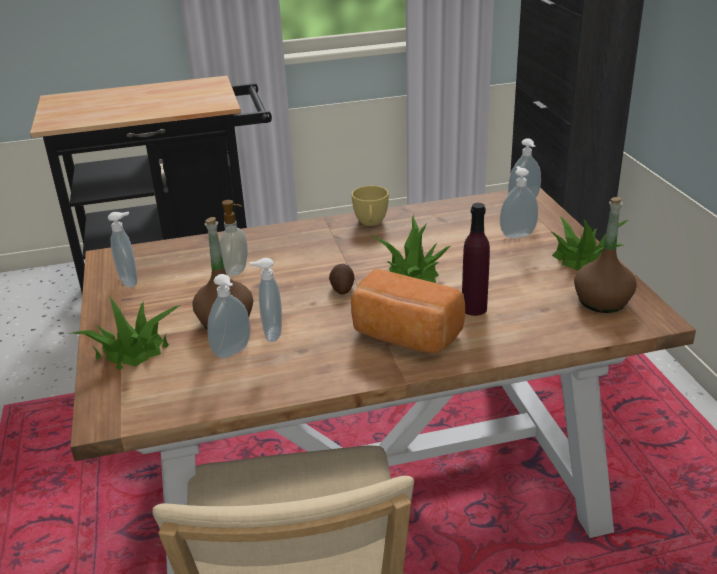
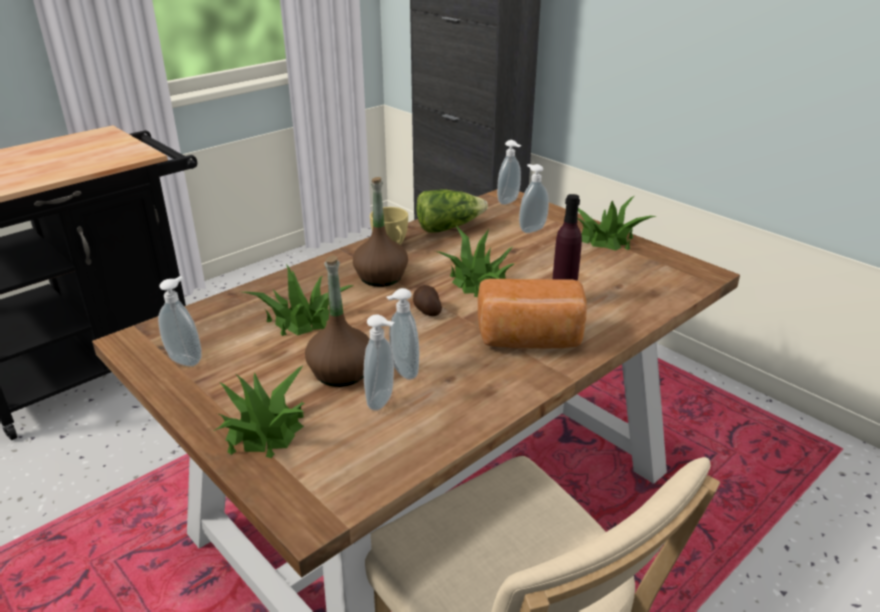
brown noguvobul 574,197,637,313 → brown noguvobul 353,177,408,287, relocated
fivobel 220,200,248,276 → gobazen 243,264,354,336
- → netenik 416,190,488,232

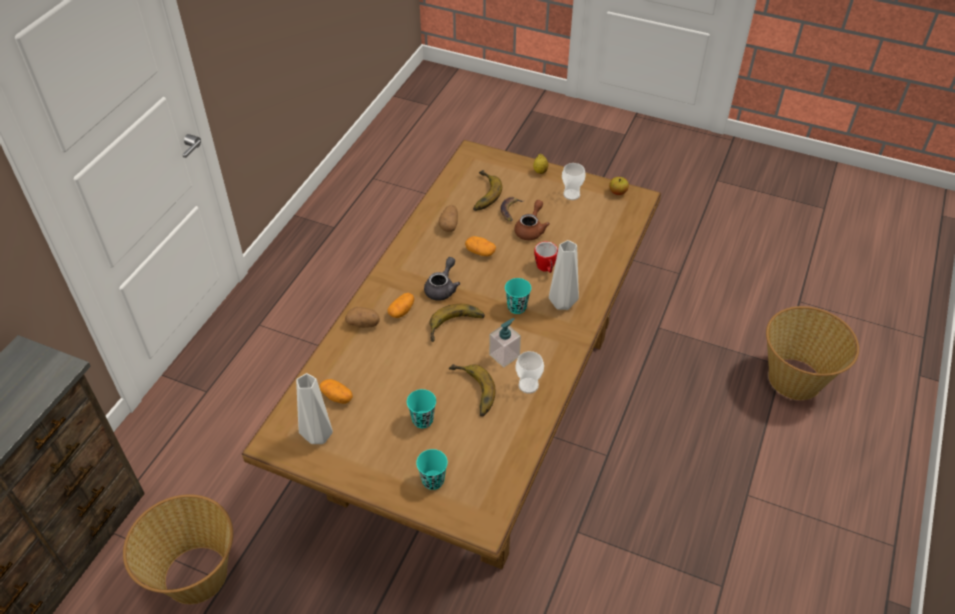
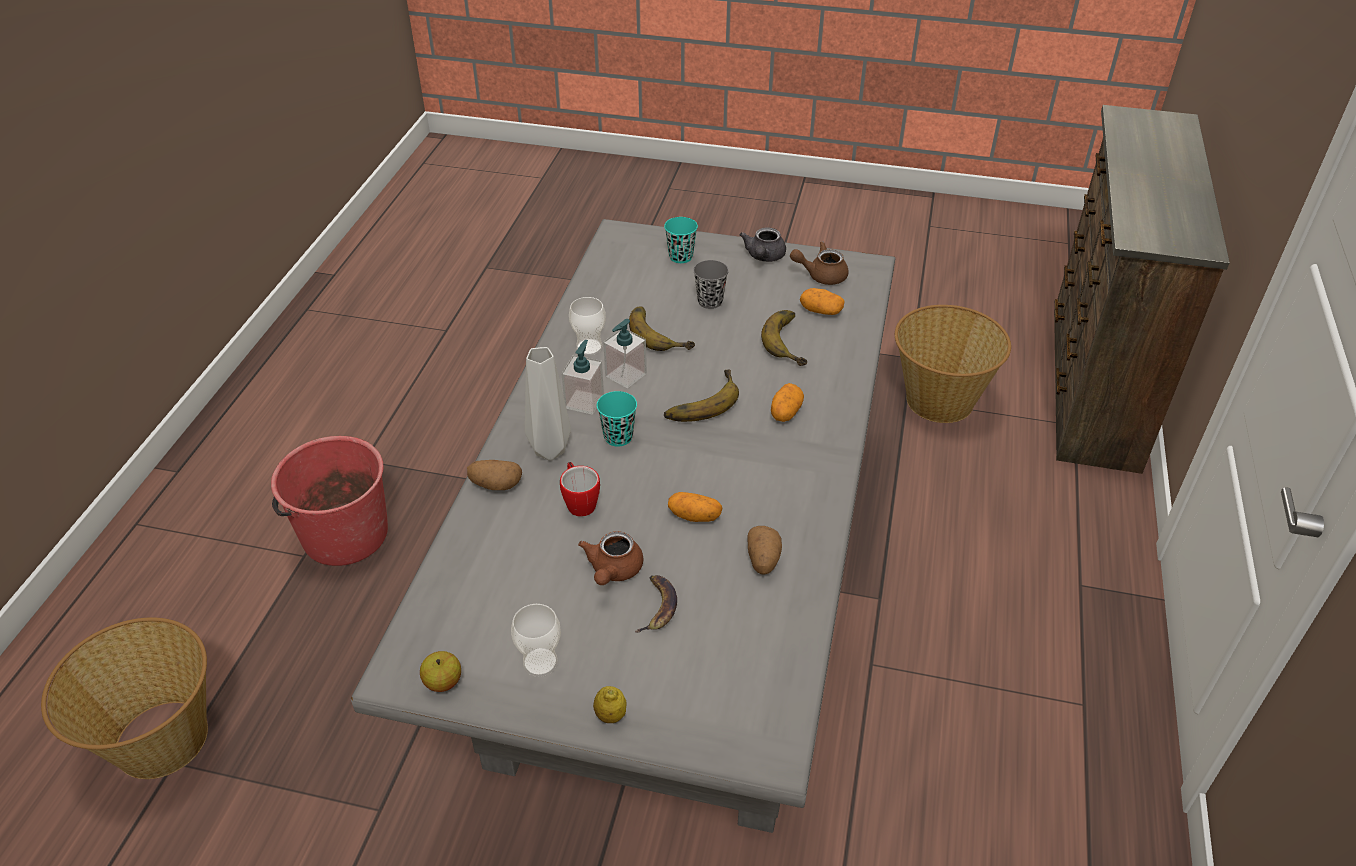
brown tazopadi 242,140,661,569 → grey tazopadi 351,219,896,833
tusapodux 473,170,502,211 → tusapodux 761,310,807,366, relocated
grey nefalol 424,257,460,301 → grey nefalol 740,227,786,262, relocated
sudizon 345,307,380,328 → sudizon 467,460,522,490, relocated
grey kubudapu 296,373,333,444 → brown nefalol 790,241,849,285
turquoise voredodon 407,389,436,428 → grey voredodon 693,260,729,309
- → fivobel 562,340,604,415
- → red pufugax 271,436,388,566

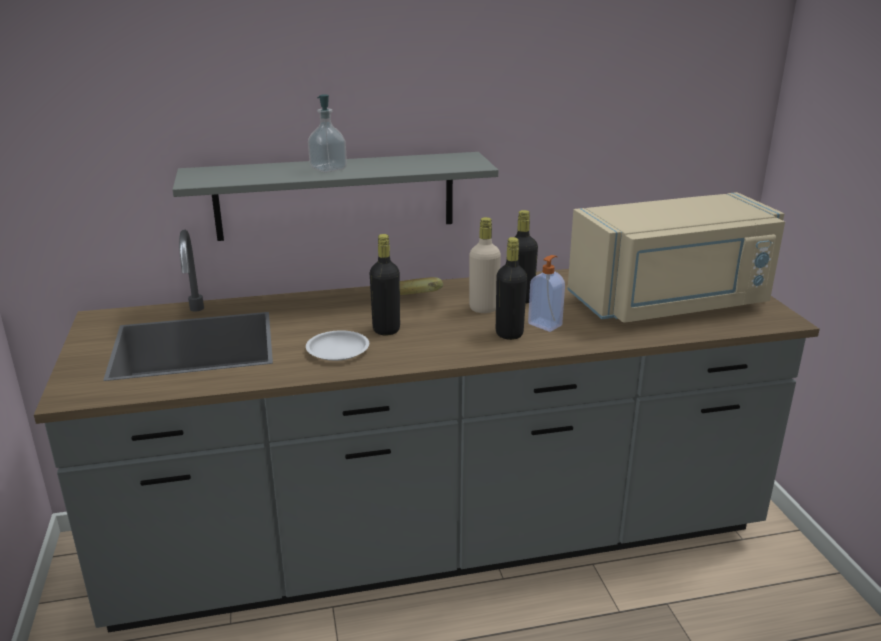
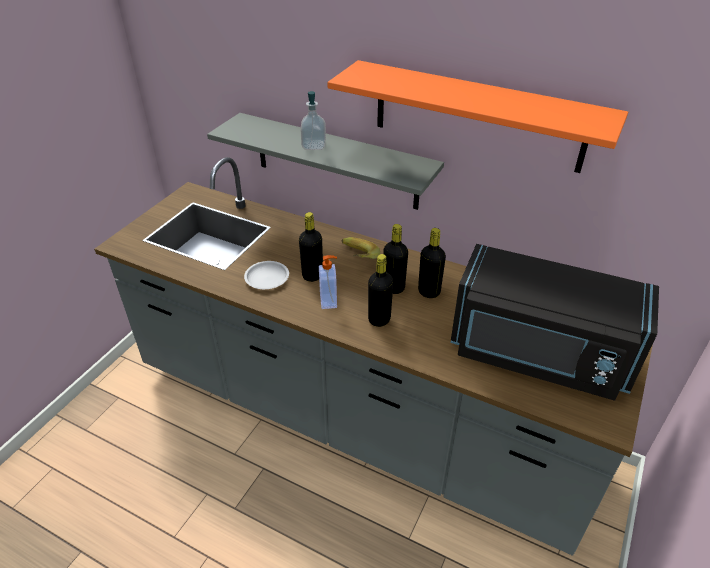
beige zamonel 568,192,785,323 → black zamonel 451,244,659,401
beige noguvobul 469,217,501,313 → black noguvobul 383,224,408,294
fivobel 528,255,565,332 → fivobel 319,255,337,309, relocated
- → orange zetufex 327,60,628,173

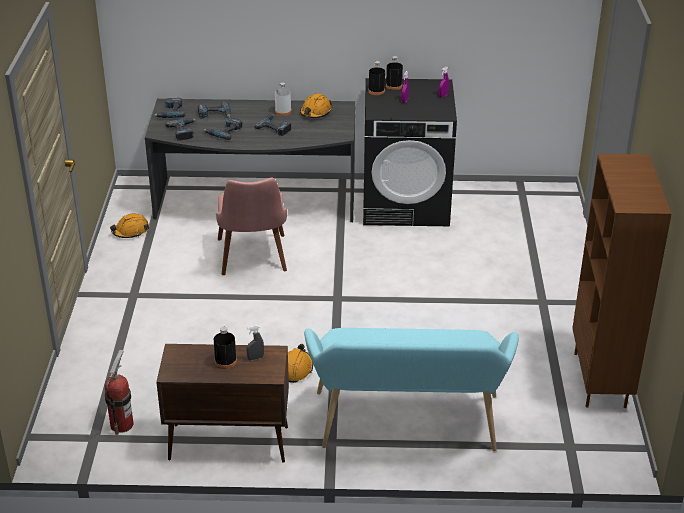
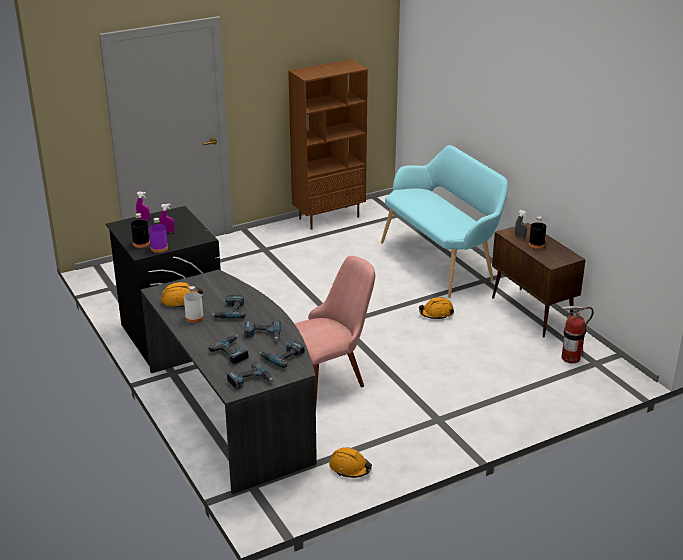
black noguvobul 368,61,385,95 → purple noguvobul 149,218,168,253

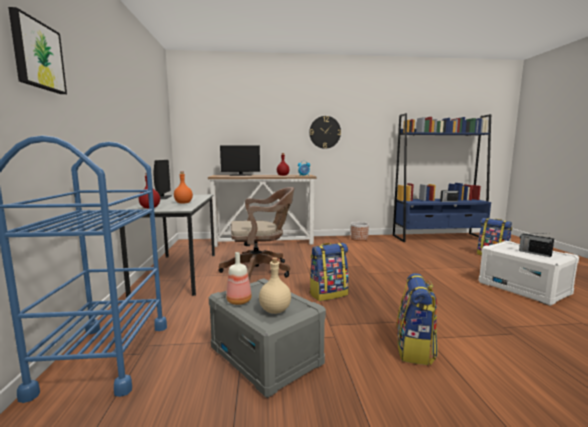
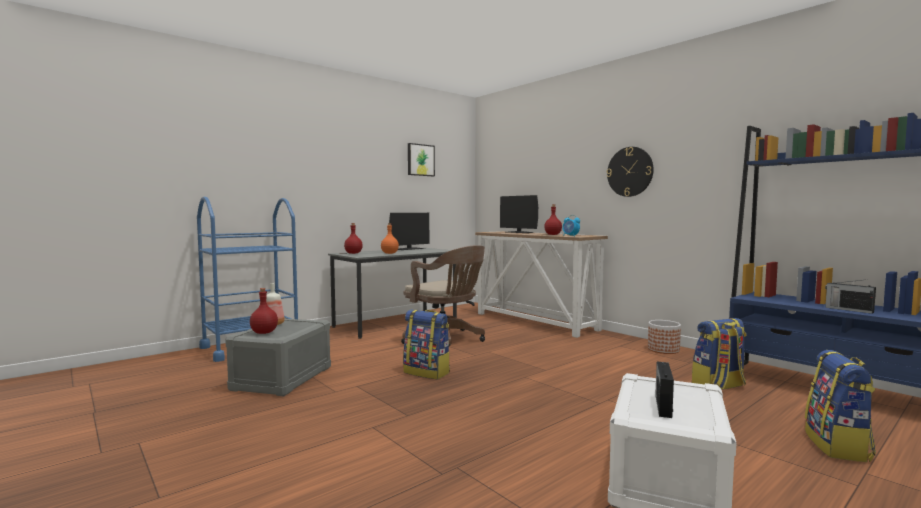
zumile 8,7,67,94 → zumile 408,143,435,176, relocated
beige noguvobul 259,257,291,314 → red noguvobul 250,288,278,334
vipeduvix 397,273,438,365 → vipeduvix 692,318,746,390, relocated

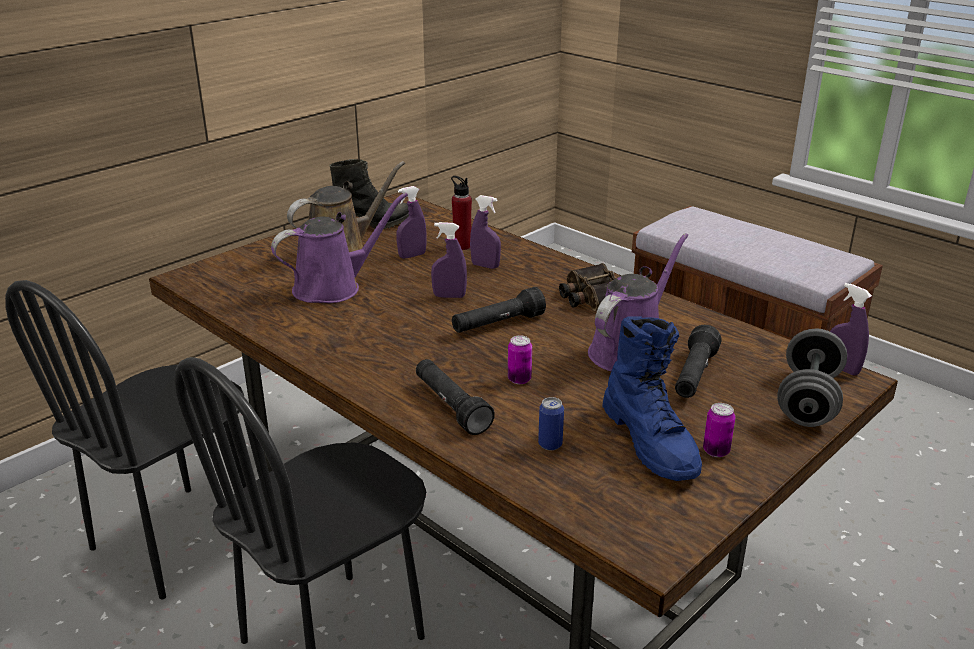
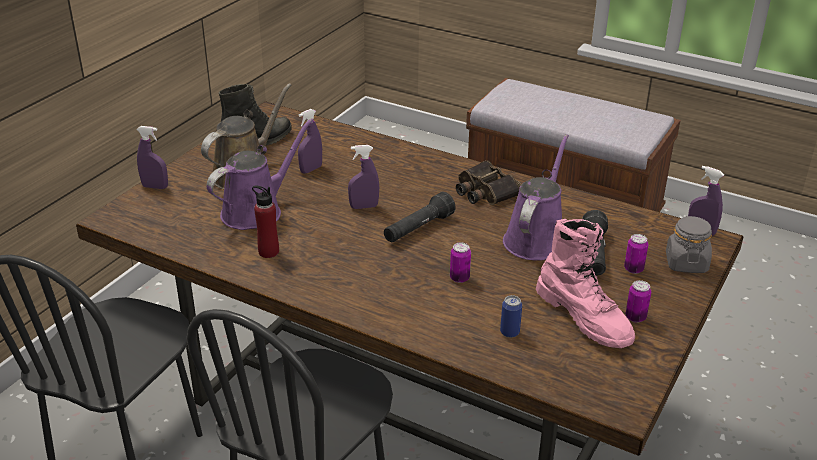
red noguvobul 451,176,472,250 → red noguvobul 252,186,279,258, relocated
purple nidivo 470,195,501,269 → purple nidivo 136,126,168,189, relocated
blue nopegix 603,316,702,481 → pink nopegix 536,219,635,348
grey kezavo 777,328,847,427 → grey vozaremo 666,216,712,273
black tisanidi 416,359,495,435 → -
- → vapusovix 624,234,648,274

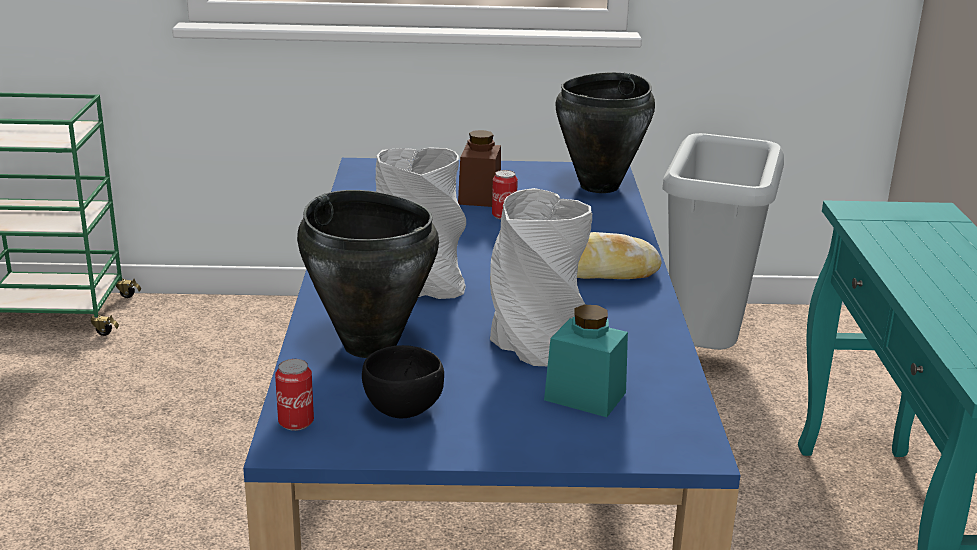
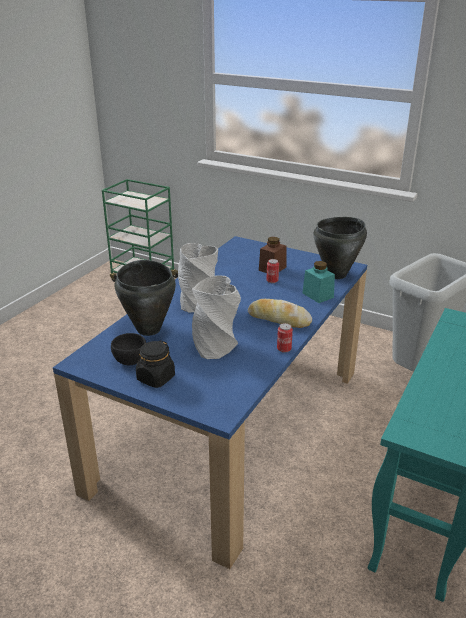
turquoise vozaremo 544,305,628,417 → turquoise vozaremo 302,261,335,303, relocated
vapusovix 275,359,314,431 → vapusovix 277,323,293,353, relocated
- → black vozaremo 136,340,175,388

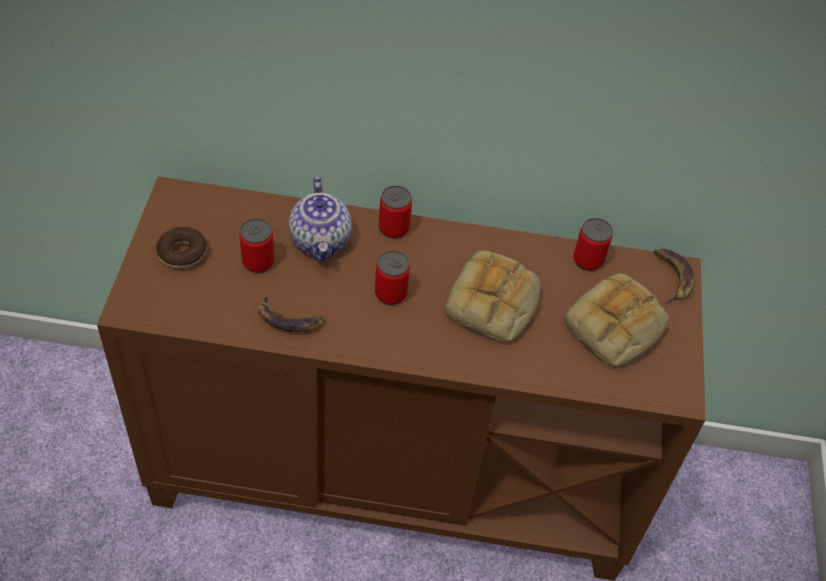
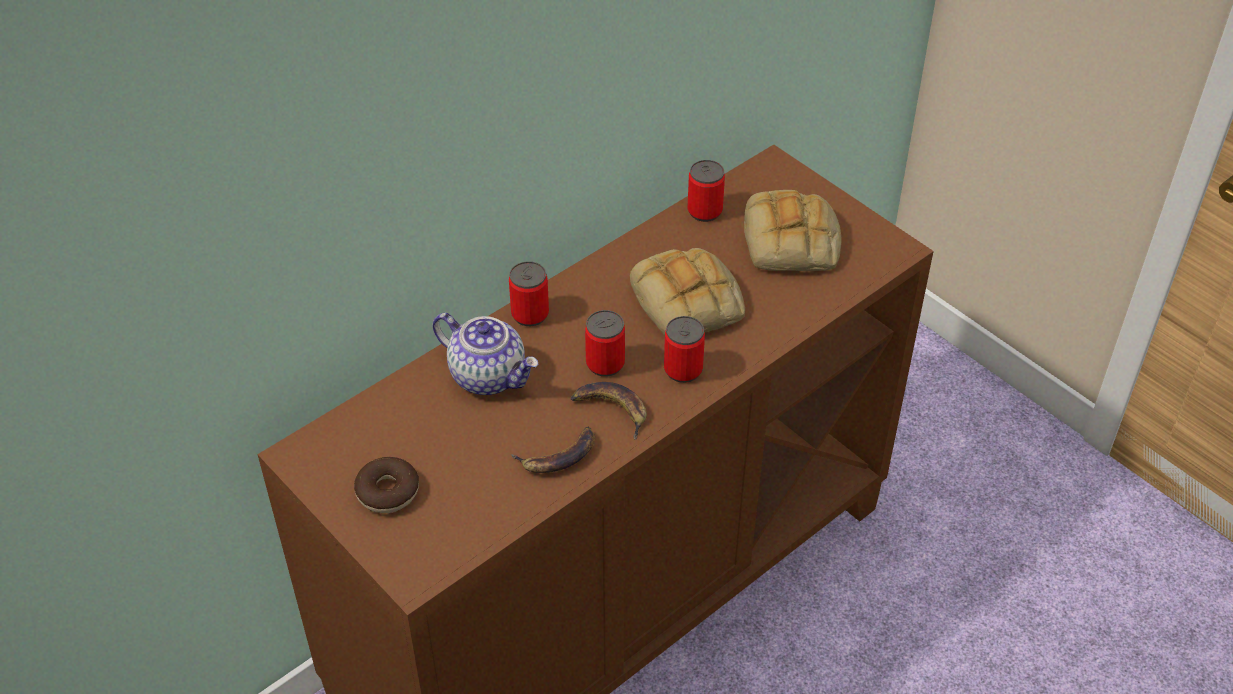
vapusovix 239,219,274,273 → vapusovix 664,316,705,383, relocated
tusapodux 654,249,695,304 → tusapodux 570,382,647,440, relocated

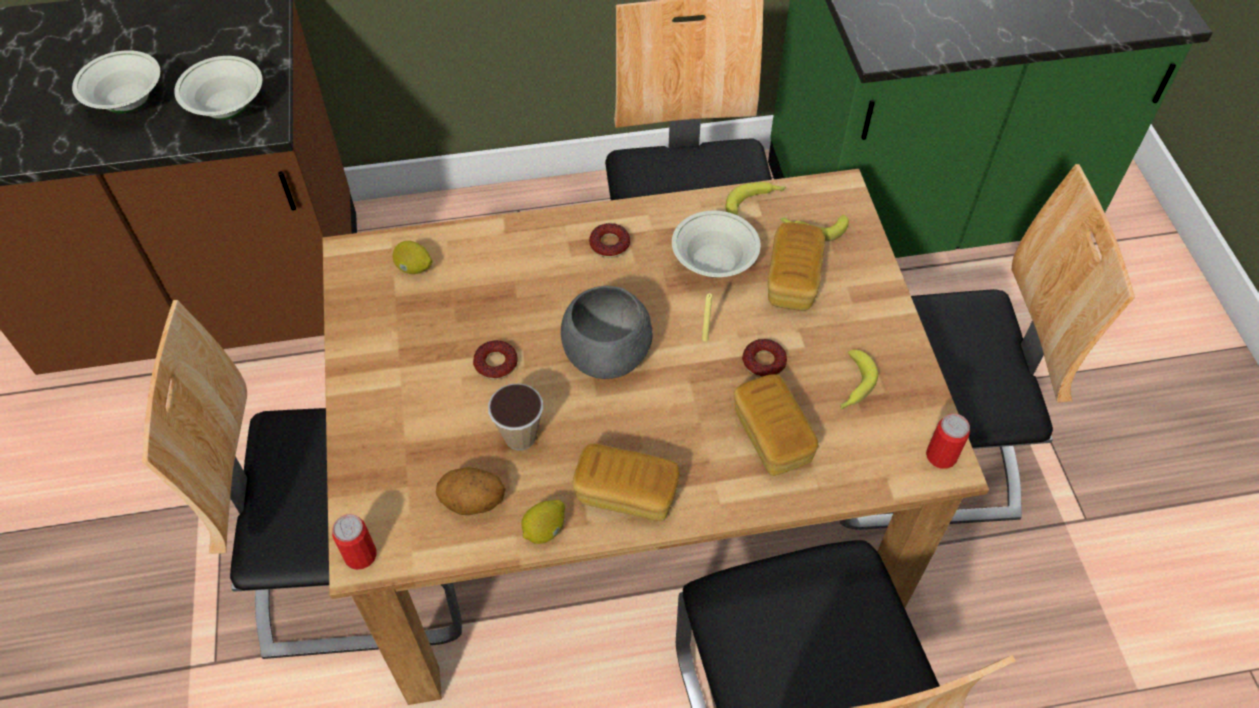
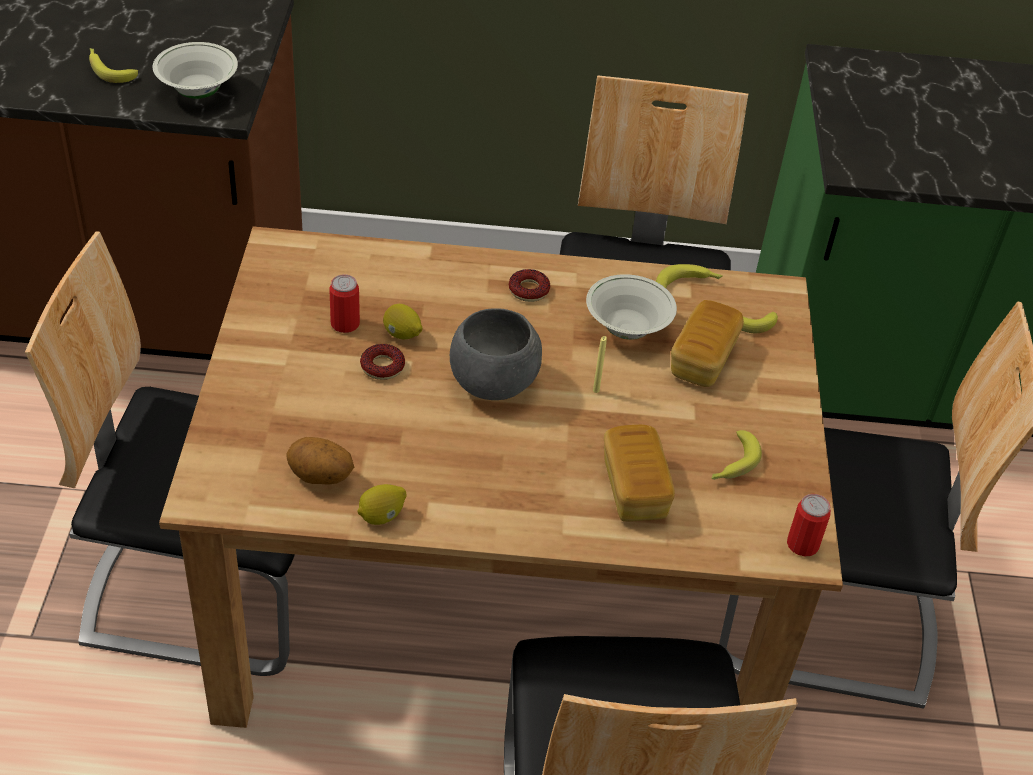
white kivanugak 72,50,160,113 → tusapodux 89,48,138,83
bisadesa 393,241,432,274 → bisadesa 383,304,422,339, relocated
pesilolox 742,339,787,377 → -
voredodon 488,383,543,450 → -
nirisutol 573,443,679,521 → -
vapusovix 332,514,377,570 → vapusovix 329,274,360,333, relocated

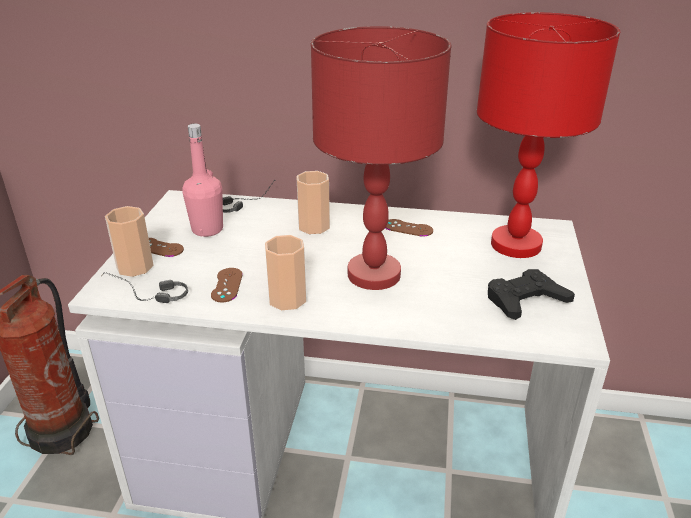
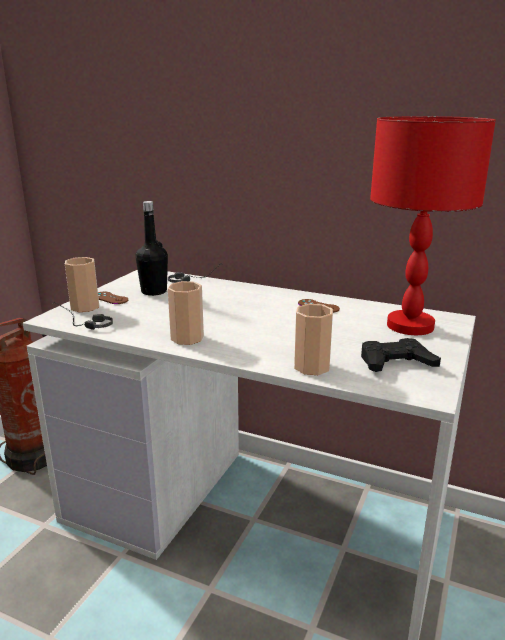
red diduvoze 311,26,451,290 → -
pink noguvobul 182,124,223,237 → black noguvobul 136,201,168,296
voredodon 296,171,330,234 → voredodon 294,304,333,375, relocated
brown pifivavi 211,268,243,302 → -

